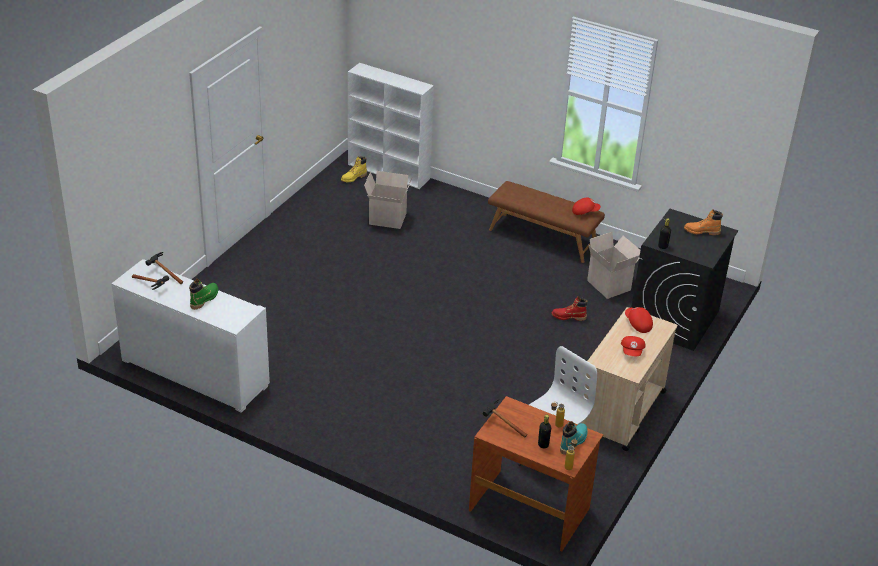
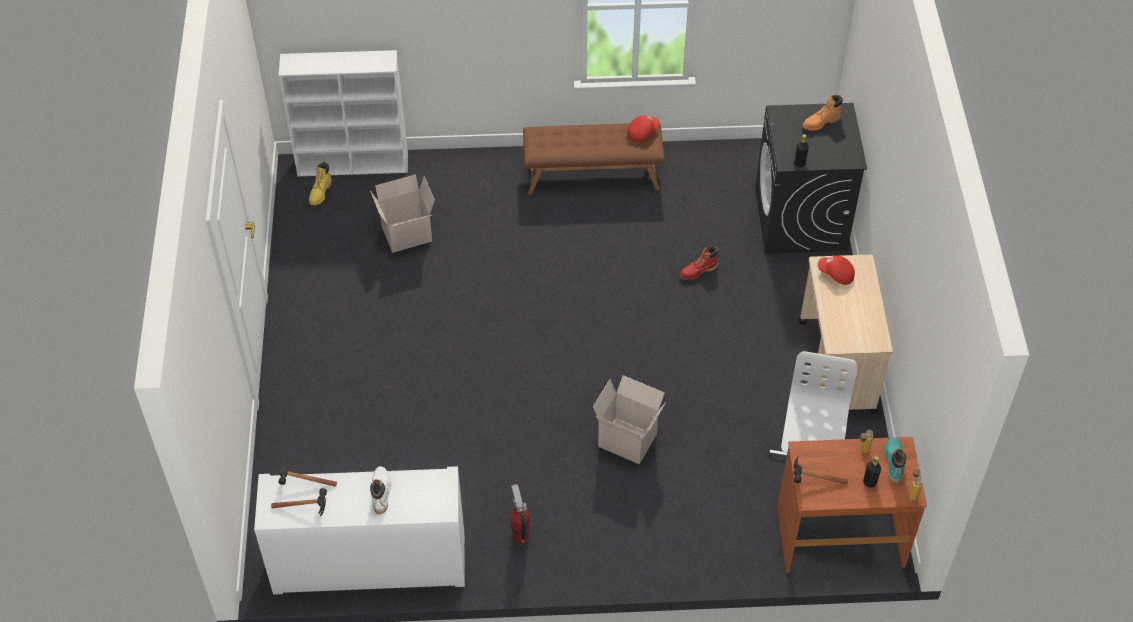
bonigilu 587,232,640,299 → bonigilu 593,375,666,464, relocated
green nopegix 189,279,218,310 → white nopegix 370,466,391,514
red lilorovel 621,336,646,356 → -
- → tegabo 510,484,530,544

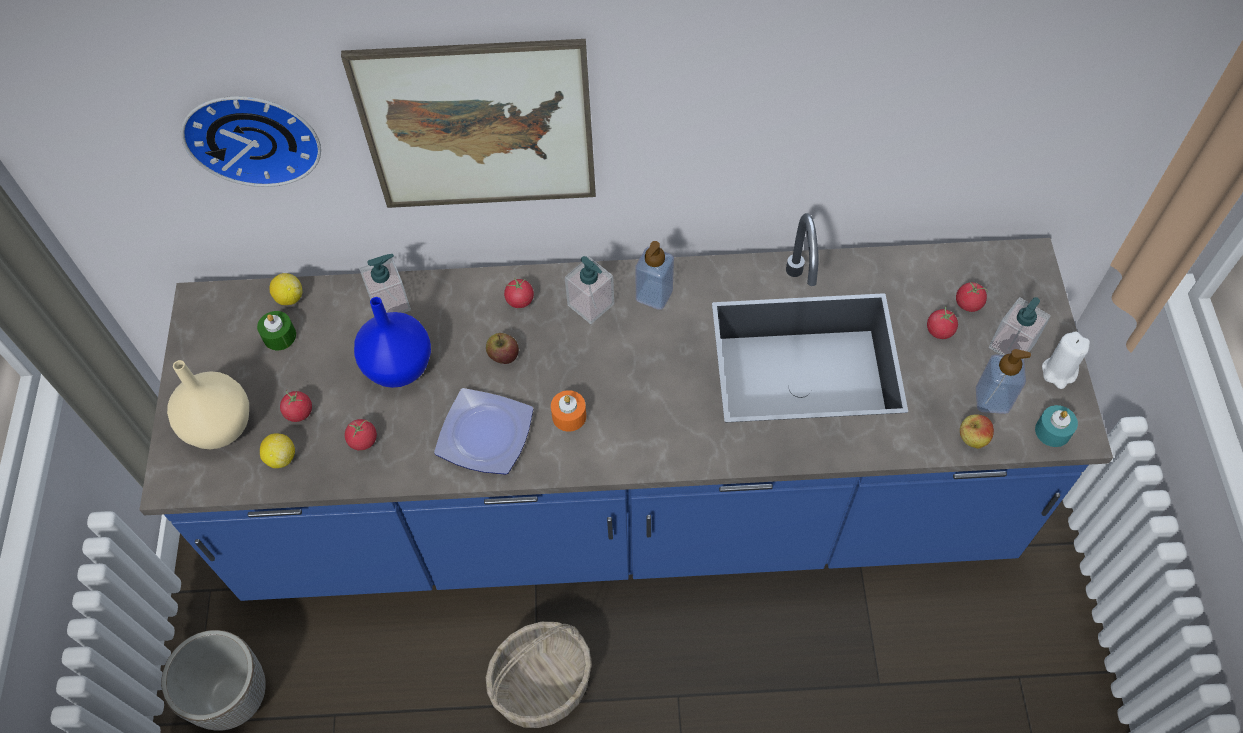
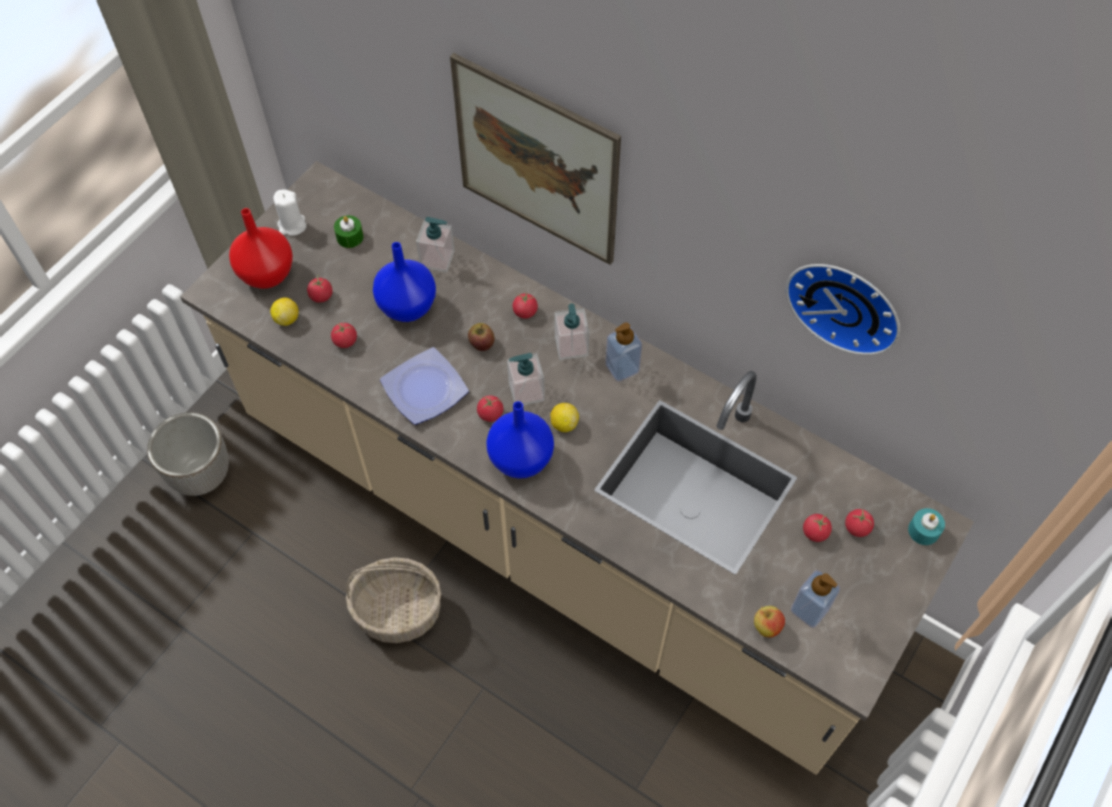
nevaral 181,96,321,187 → nevaral 786,264,900,356, relocated
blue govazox 139,213,1113,601 → beige govazox 180,161,974,775
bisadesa 269,273,302,305 → bisadesa 550,403,579,432, relocated
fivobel 989,297,1051,359 → fivobel 507,353,545,406, relocated
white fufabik 1042,332,1090,389 → white fufabik 273,189,307,236, relocated
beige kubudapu 167,360,249,449 → red kubudapu 229,208,293,289
orange fufabik 551,390,586,432 → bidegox 477,395,503,422
turquoise fufabik 1035,405,1078,447 → turquoise fufabik 908,508,945,545, relocated
- → blue kubudapu 486,401,554,479

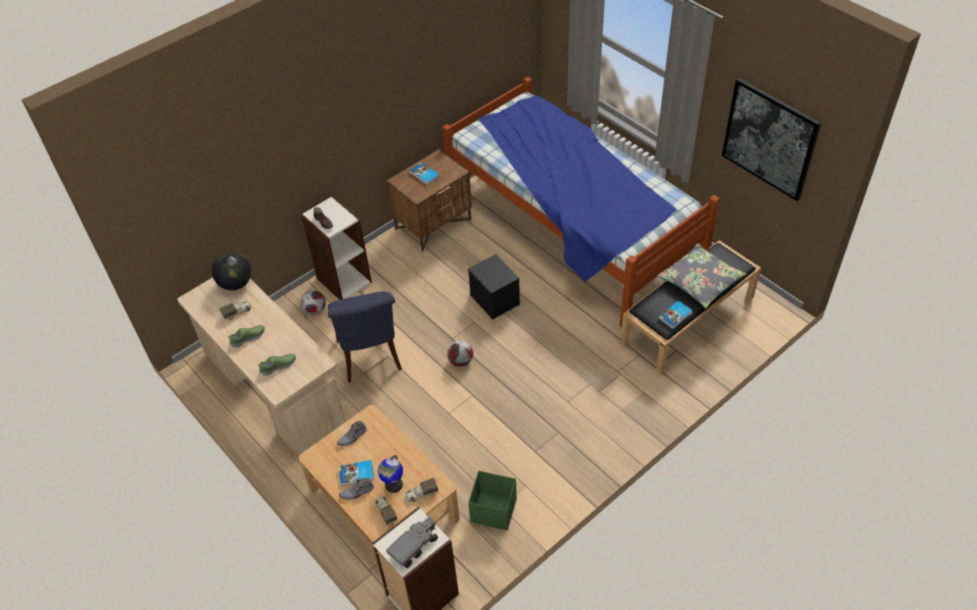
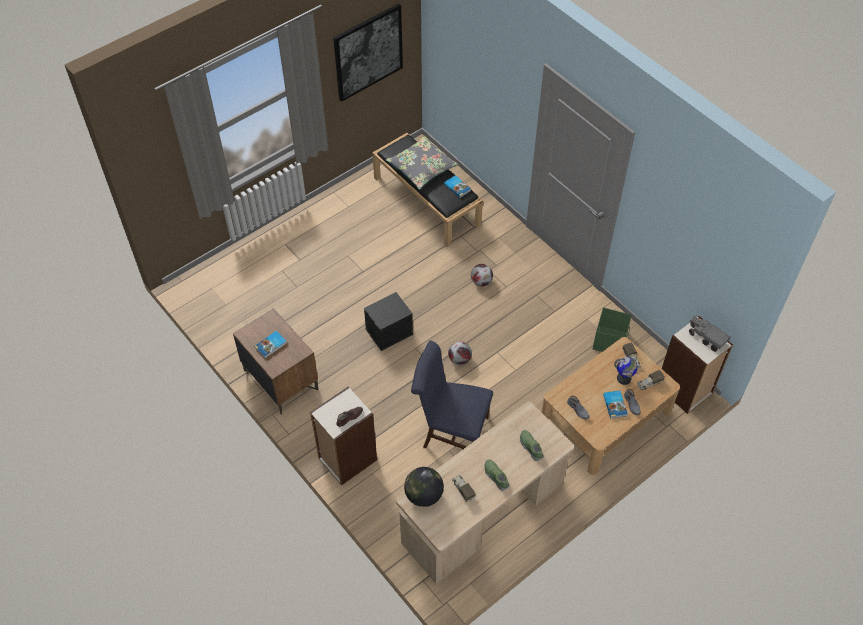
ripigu 442,77,720,328 → -
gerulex 300,290,326,315 → gerulex 471,264,493,286, relocated
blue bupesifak 328,291,402,382 → blue bupesifak 411,341,493,449, 150 degrees counterclockwise

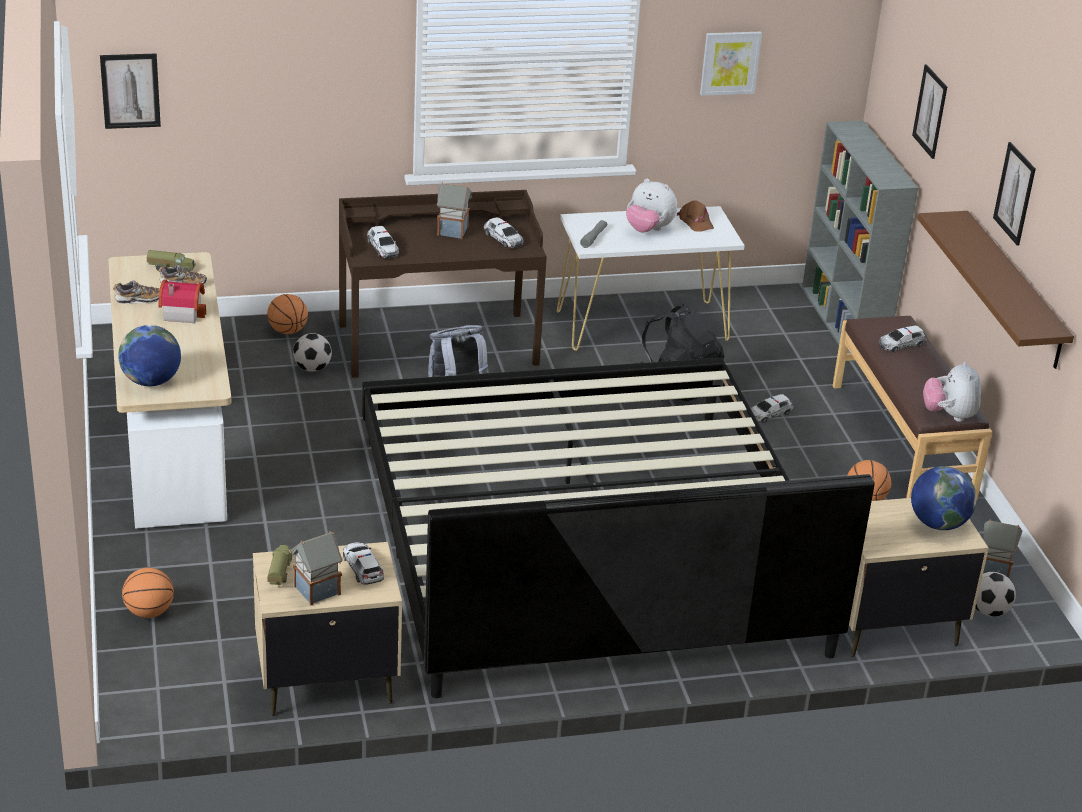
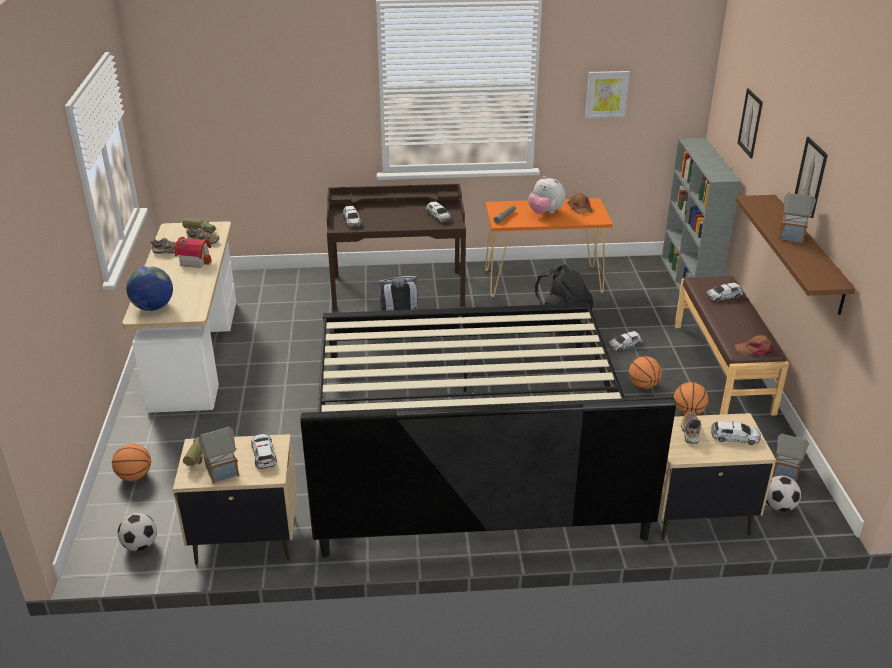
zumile 100,53,161,129 → -
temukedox 437,182,472,239 → temukedox 779,192,816,243, relocated
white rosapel 557,206,745,351 → orange rosapel 485,198,613,297
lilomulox 267,294,308,334 → lilomulox 629,356,662,389, relocated
gerulex 293,333,332,372 → gerulex 118,513,157,551, relocated
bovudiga 923,361,981,422 → brown lilorovel 735,335,775,355
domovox 911,466,977,530 → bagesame 711,421,761,445
- → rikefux 681,412,701,444

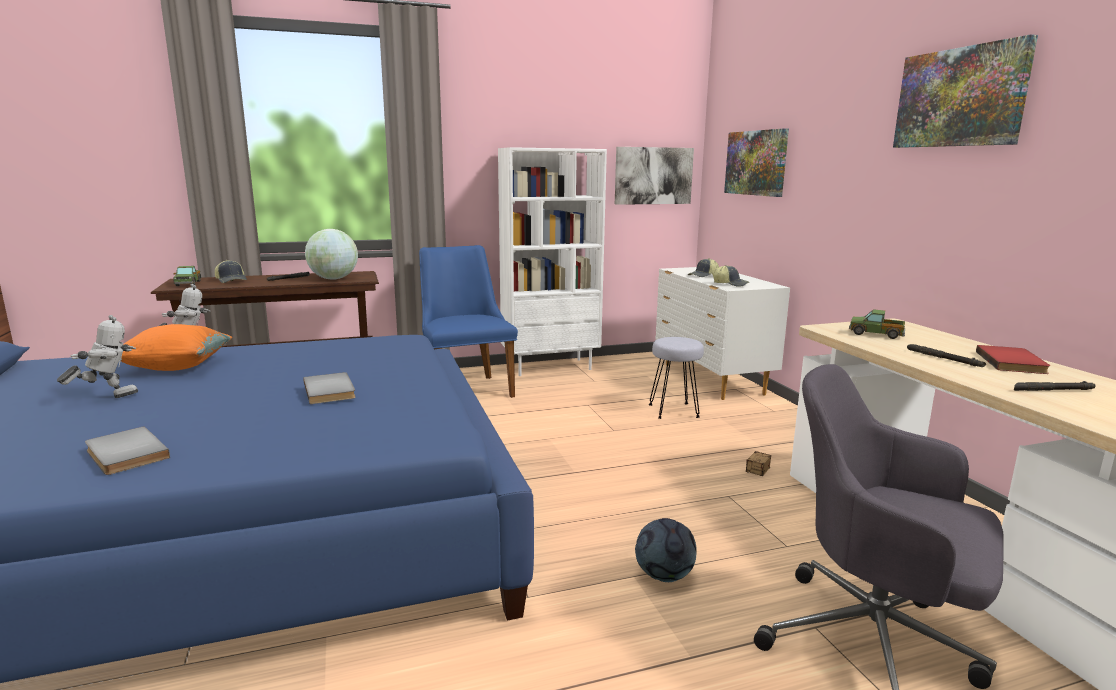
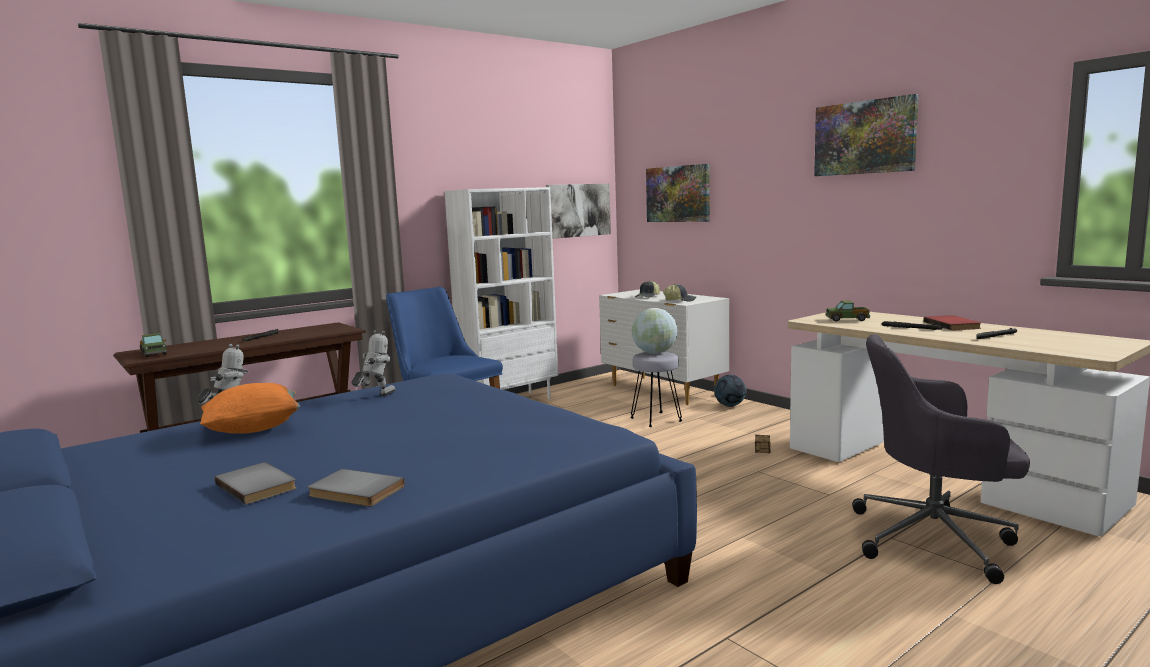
domovox 305,229,358,280 → domovox 632,308,678,354, relocated
lilorovel 215,260,247,283 → -
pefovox 57,315,138,398 → pefovox 351,330,396,396, relocated
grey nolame 303,372,356,404 → grey nolame 215,462,297,505, relocated
gerulex 635,518,697,582 → gerulex 714,375,746,407, relocated

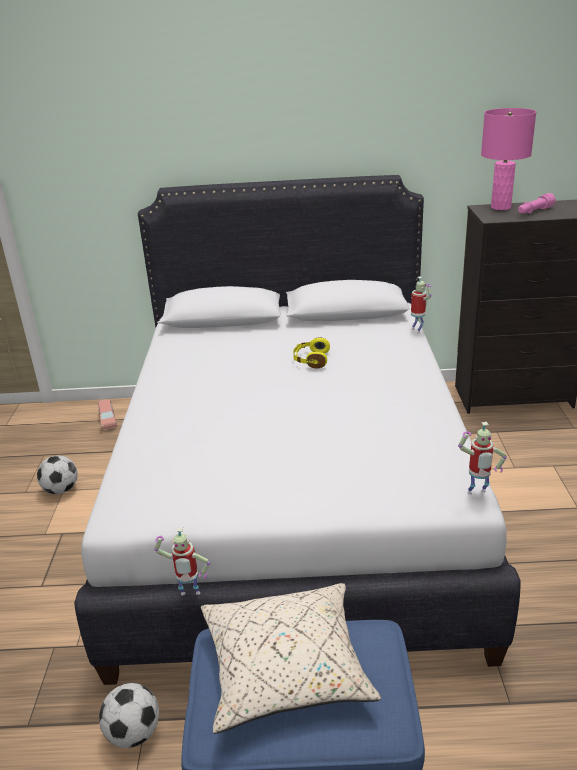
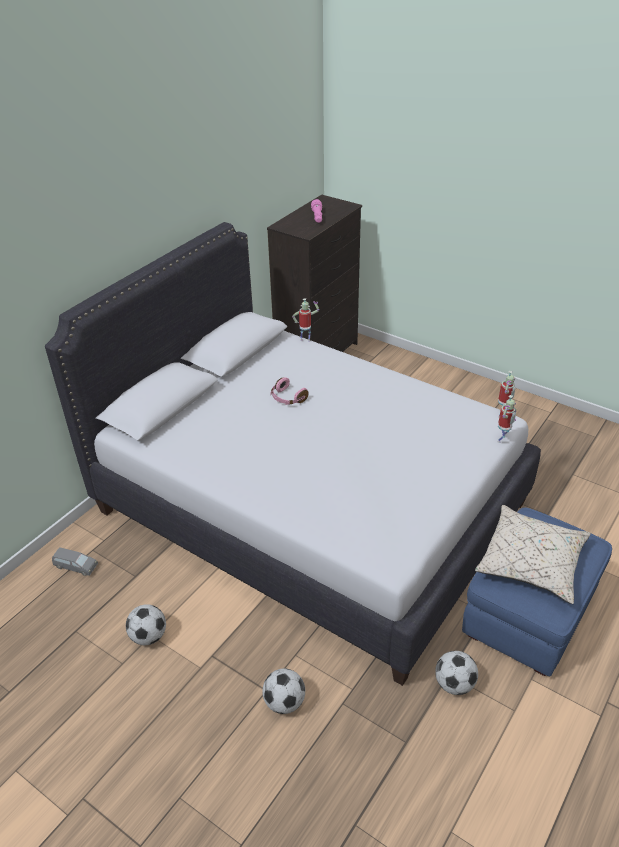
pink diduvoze 481,108,536,210 → -
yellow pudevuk 293,337,330,368 → pink pudevuk 271,377,309,405
pink bagesame 98,399,117,430 → grey bagesame 52,547,98,576
pefovox 154,527,210,595 → pefovox 497,395,516,443, relocated
- → gerulex 262,668,305,714

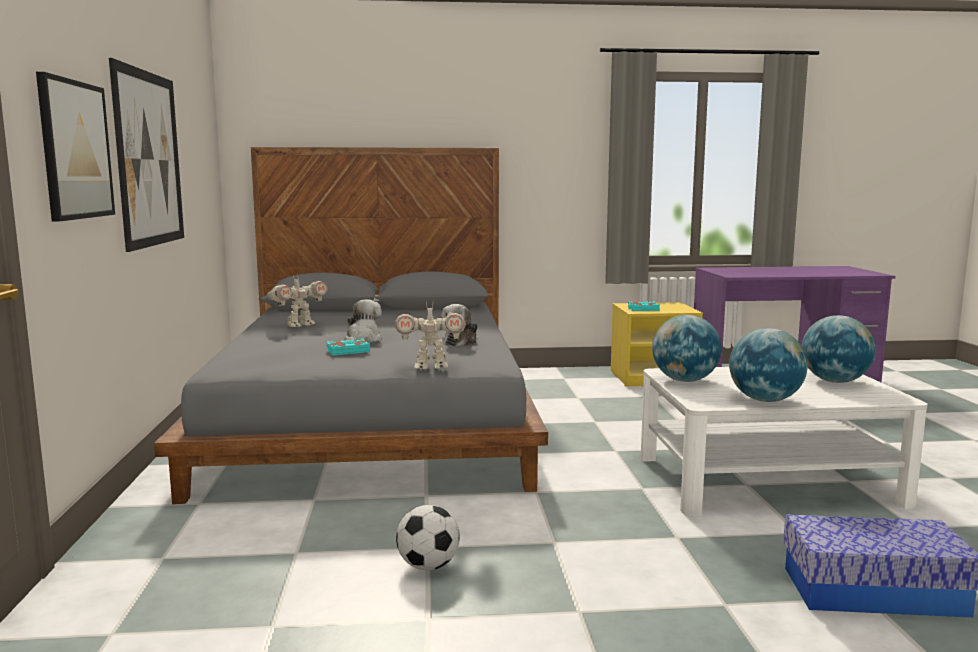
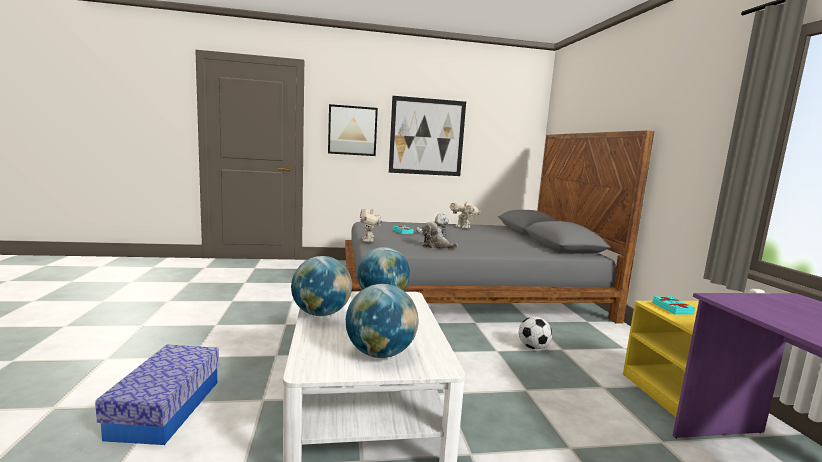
gerulex 396,505,460,570 → gerulex 519,316,552,350, relocated

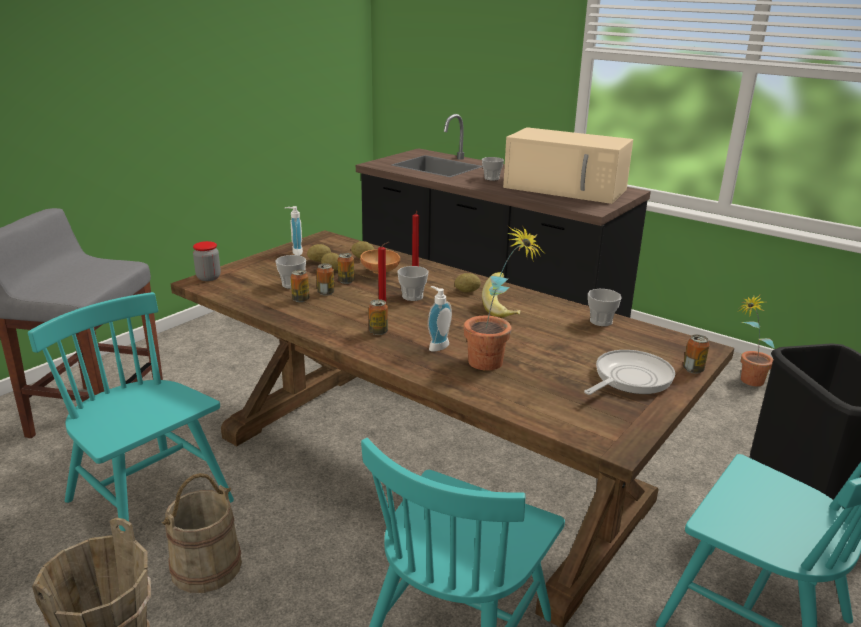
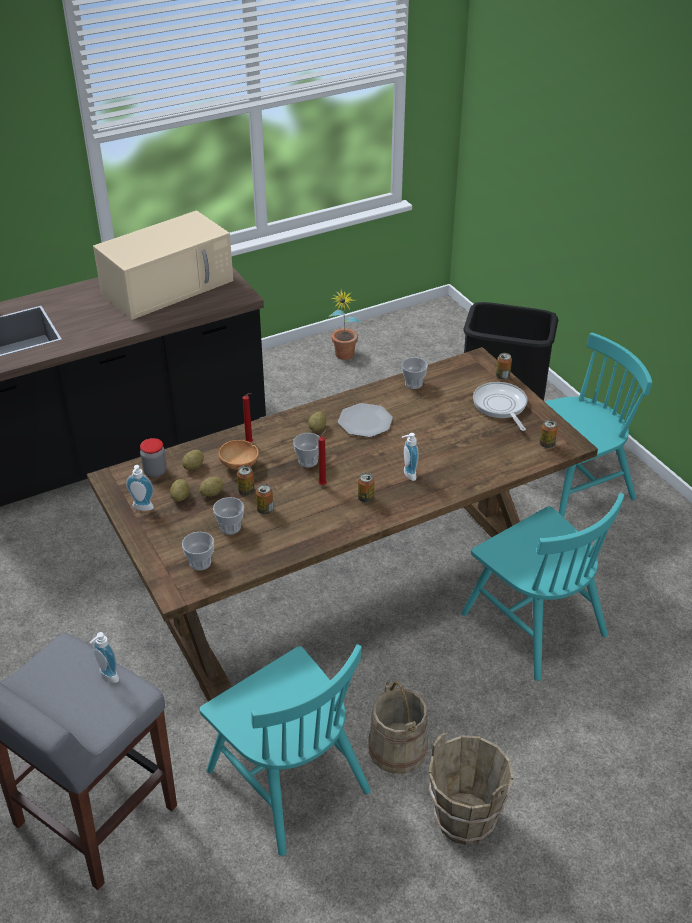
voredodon 482,157,504,181 → voredodon 182,532,214,571, relocated
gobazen 463,225,546,371 → -
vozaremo 193,241,221,281 → vozaremo 140,438,167,477, relocated
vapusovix 290,270,309,302 → vapusovix 540,420,558,448, relocated
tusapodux 482,272,520,318 → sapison 338,403,393,437
turquoise bupesifak 28,292,234,531 → turquoise bupesifak 199,644,371,856, 105 degrees counterclockwise
- → fivobel 89,632,119,683

